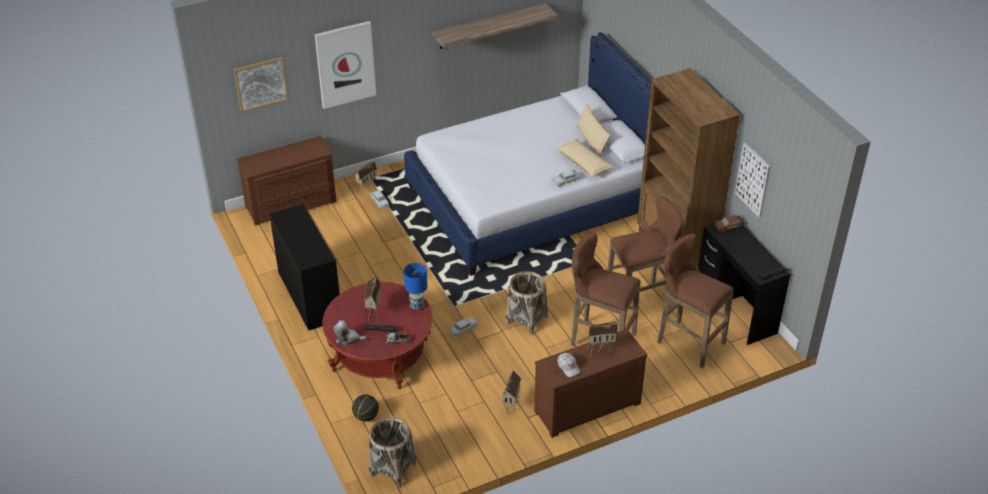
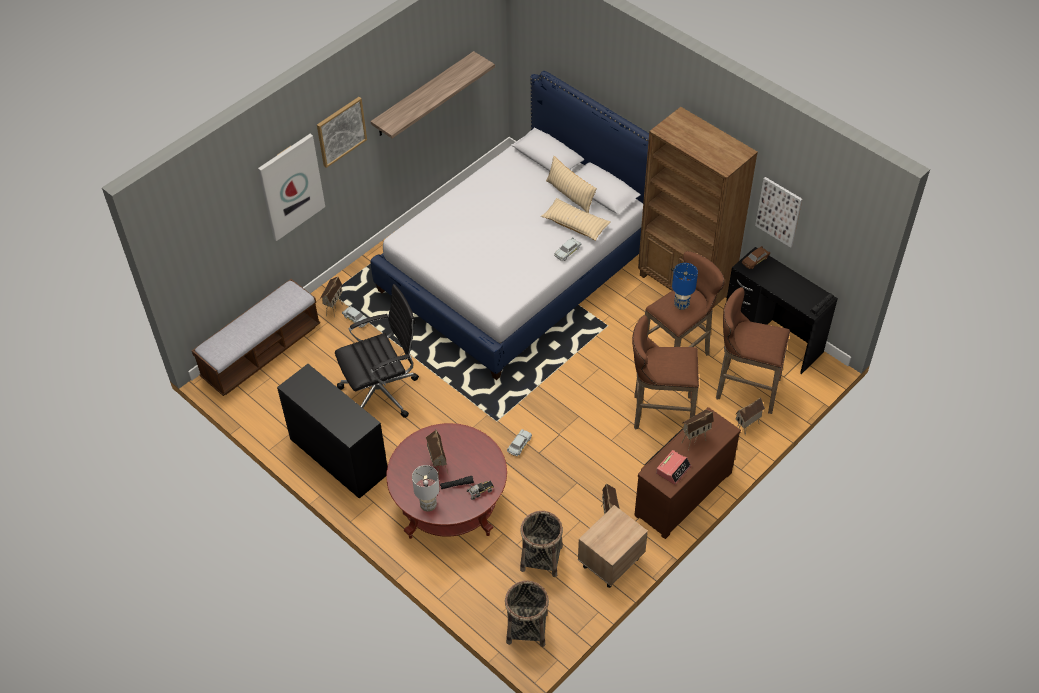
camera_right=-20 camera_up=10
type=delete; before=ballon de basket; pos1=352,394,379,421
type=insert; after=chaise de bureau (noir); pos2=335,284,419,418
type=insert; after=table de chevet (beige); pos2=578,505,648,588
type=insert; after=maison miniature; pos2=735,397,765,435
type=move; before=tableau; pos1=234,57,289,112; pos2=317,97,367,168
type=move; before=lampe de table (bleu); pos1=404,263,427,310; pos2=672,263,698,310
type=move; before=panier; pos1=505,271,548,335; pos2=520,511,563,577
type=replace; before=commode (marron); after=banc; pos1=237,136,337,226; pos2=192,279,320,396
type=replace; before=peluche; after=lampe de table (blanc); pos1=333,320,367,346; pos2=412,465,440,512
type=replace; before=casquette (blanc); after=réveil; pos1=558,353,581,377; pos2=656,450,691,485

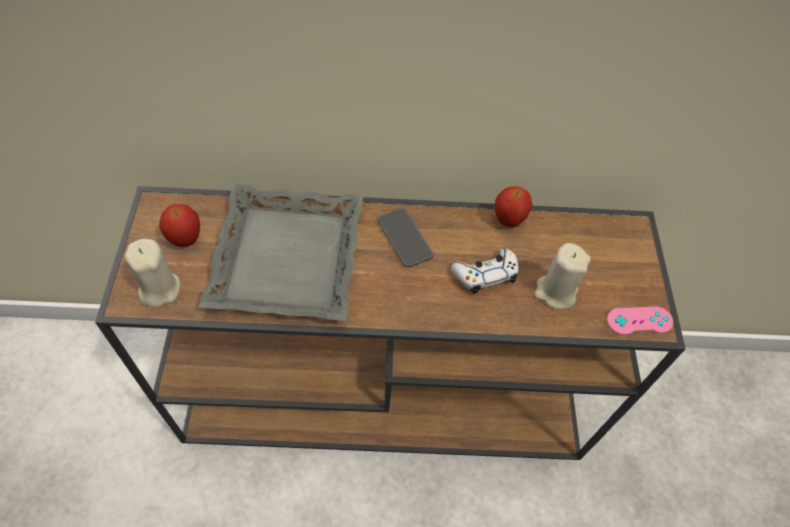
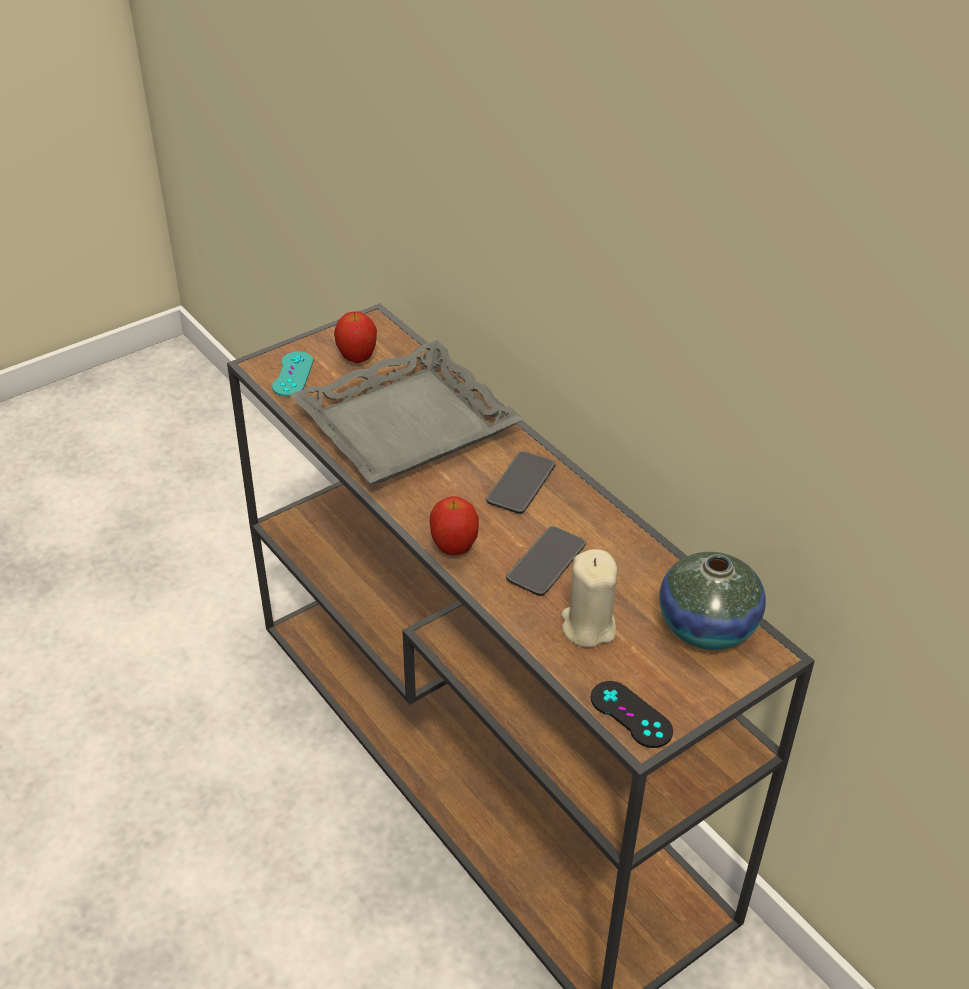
camera_right=55 camera_up=-15
type=insert; after=vase; pos2=659,552,766,650
type=move; before=pomme; pos1=495,186,532,227; pos2=430,496,479,556
type=replace; before=bougie (beige); after=manette (turquoise); pos1=125,239,180,307; pos2=272,351,313,397
type=replace; before=manette (blanc); after=téléphone; pos1=451,248,519,294; pos2=506,526,586,596
type=recolor; before=manette (rose); after=manette (noir); pos1=607,306,673,335; pos2=591,681,673,748

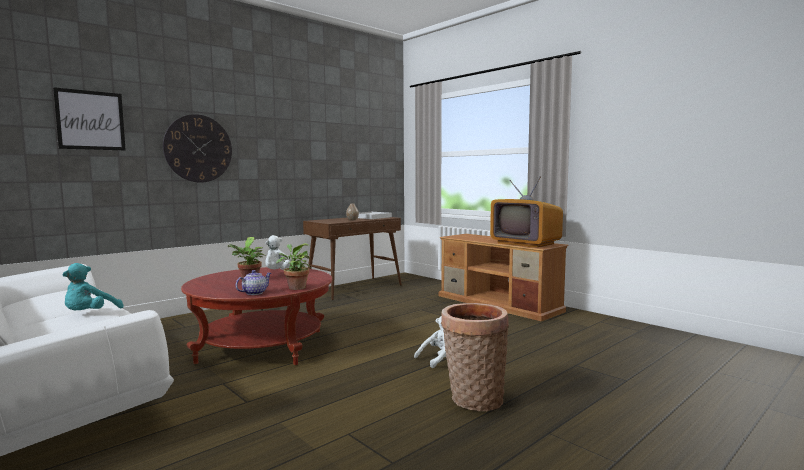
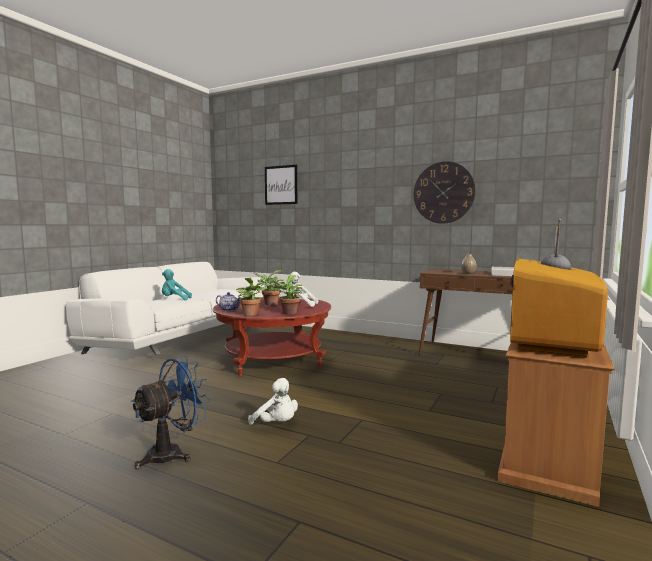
camera_right=70 camera_up=0
type=insert; after=plante en pot; pos2=271,275,303,315
type=move; before=horloge murale; pos1=163,114,232,183; pos2=414,161,476,224
type=replace; before=panier; after=ventilateur (bleu); pos1=441,303,509,411; pos2=131,356,210,469

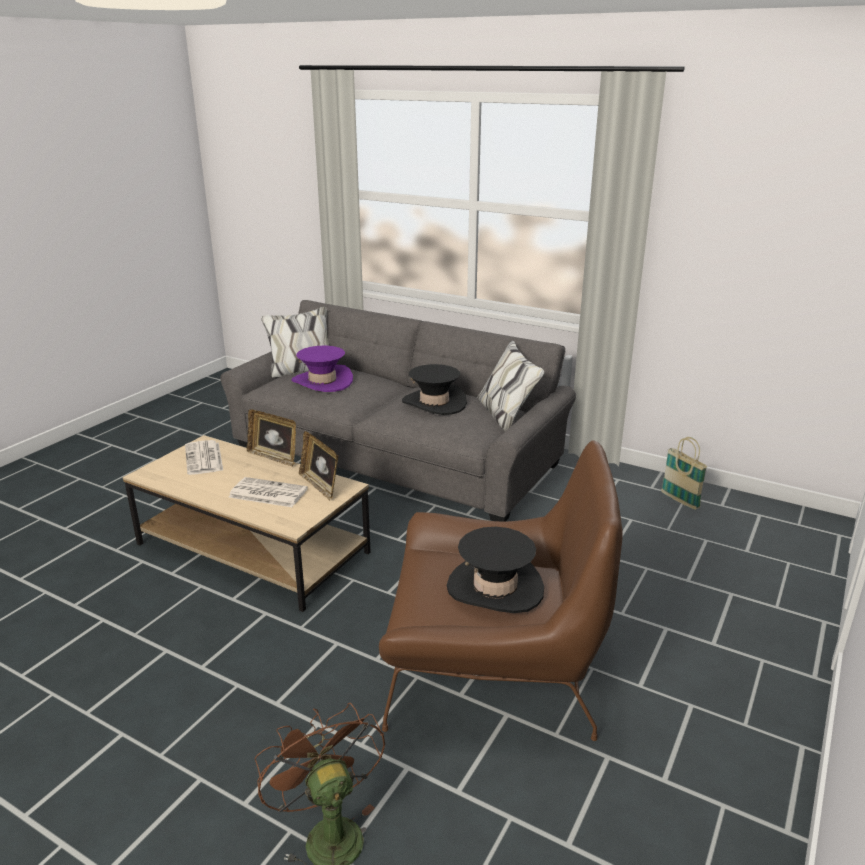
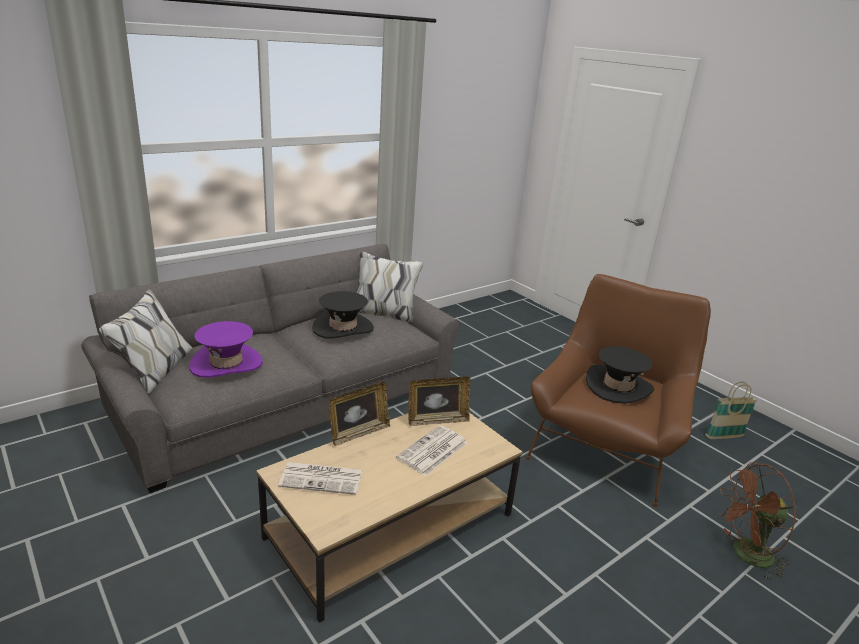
camera_right=-70 camera_up=0
type=move; before=panier; pos1=661,437,708,510; pos2=706,382,757,440

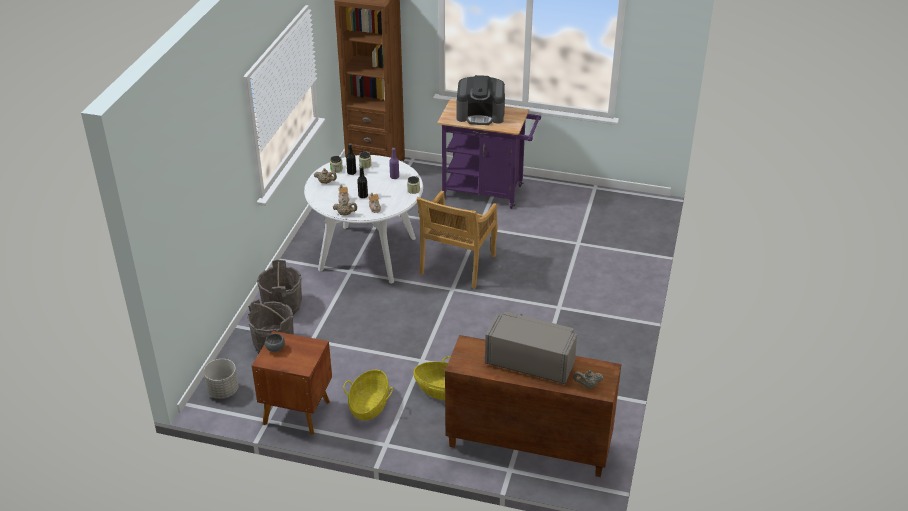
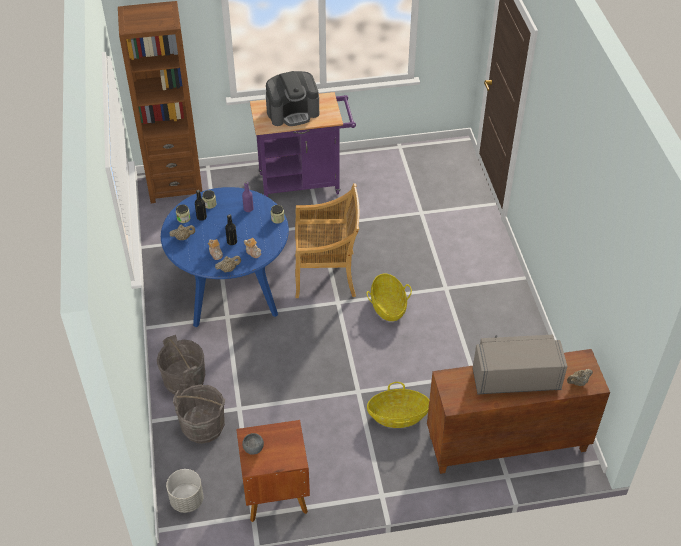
camera_right=-25 camera_up=10
type=move; before=panier; pos1=343,370,393,420; pos2=367,273,412,321
type=recolor; before=table à manger (blanc); after=table à manger (bleu); pos1=304,155,423,284; pos2=161,187,289,327
type=rotate; before=chaise (beige); pos1=417,191,497,289; pos2=295,183,359,298; turn=-90

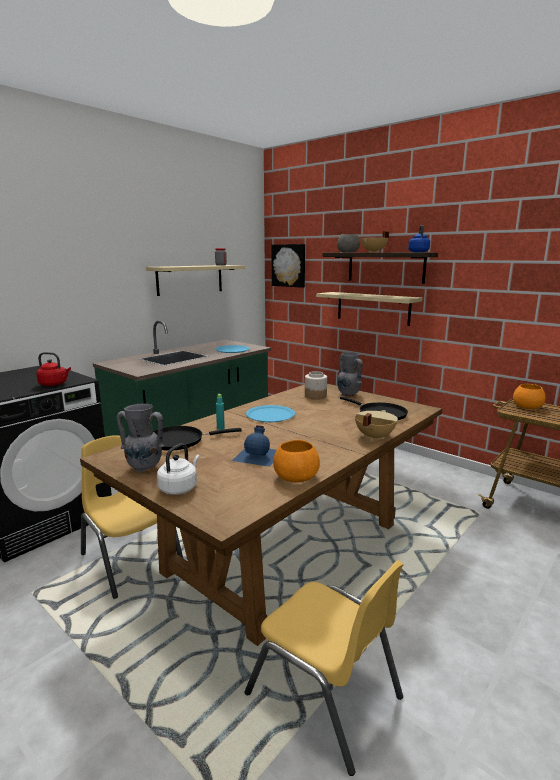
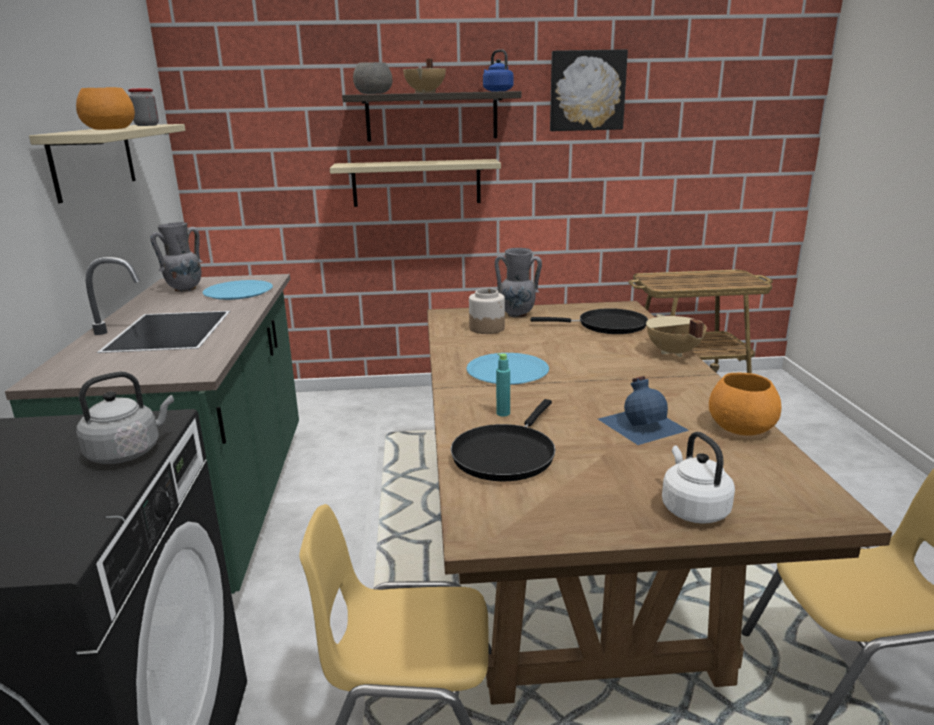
camera_right=-45 camera_up=5
type=move; before=vase (gris); pos1=117,403,165,472; pos2=151,222,203,292
type=move; before=tableau; pos1=272,244,305,288; pos2=550,49,628,131
type=move; before=bol (orange); pos1=513,384,546,409; pos2=76,87,135,130
type=recolor; before=bouilloire (rouge); after=bouilloire (gris); pos1=37,352,71,386; pos2=76,372,174,464

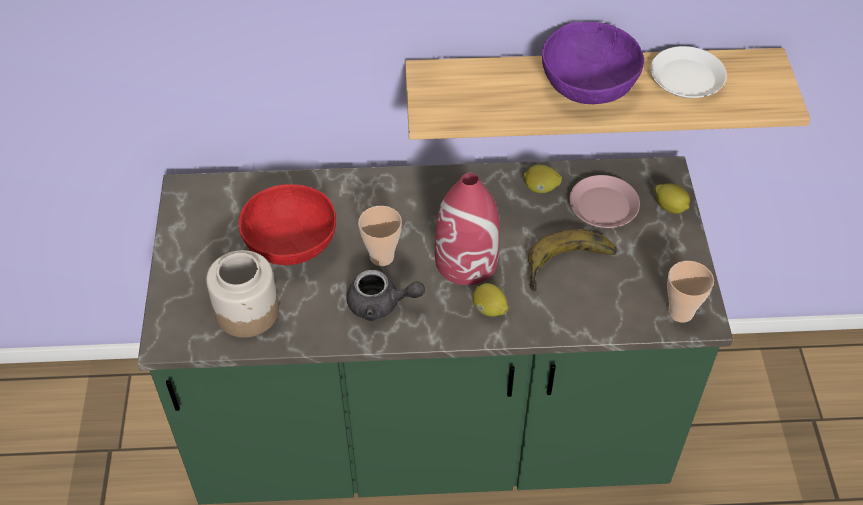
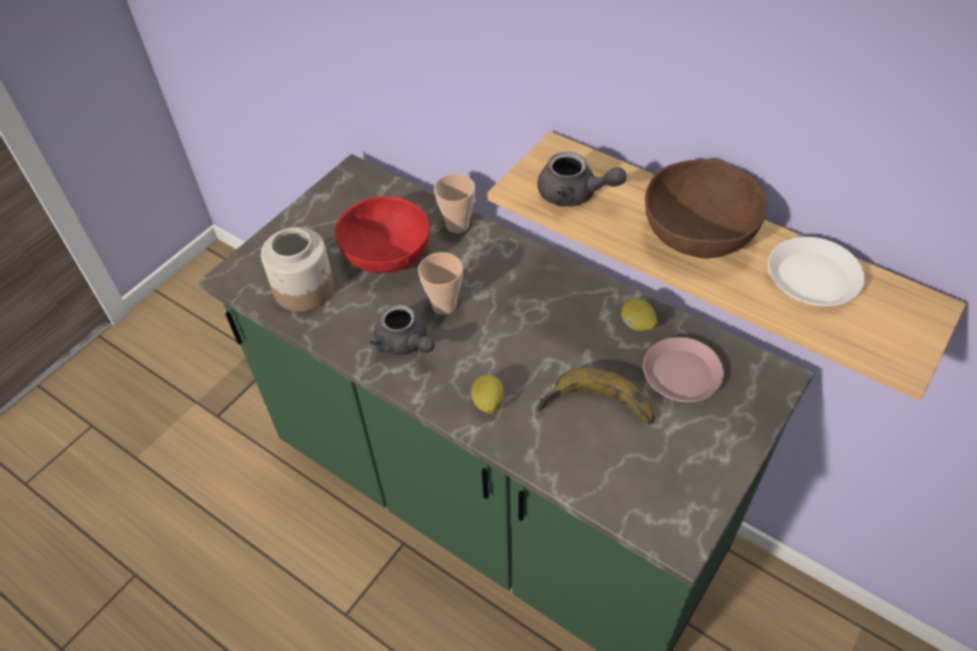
camera_right=40 camera_up=0
type=delete; before=vase (rouge); pos1=435,173,500,285
type=delete; before=citron; pos1=654,183,690,214
type=insert; after=théière (gris); pos2=537,151,627,207
type=move; before=tasse; pos1=667,261,714,323; pos2=434,174,475,233
type=recolor; before=bol (violet); after=bol (marron); pos1=542,22,644,104; pos2=645,159,767,258

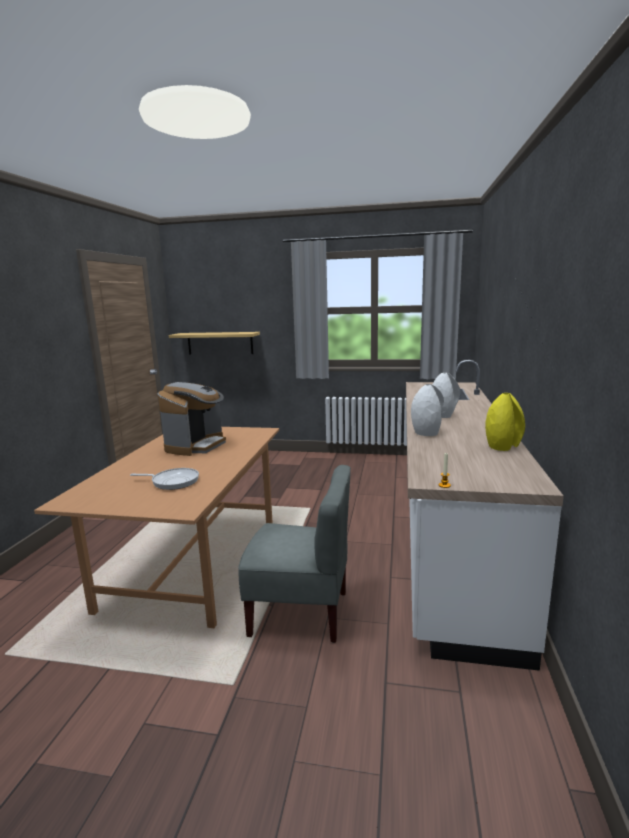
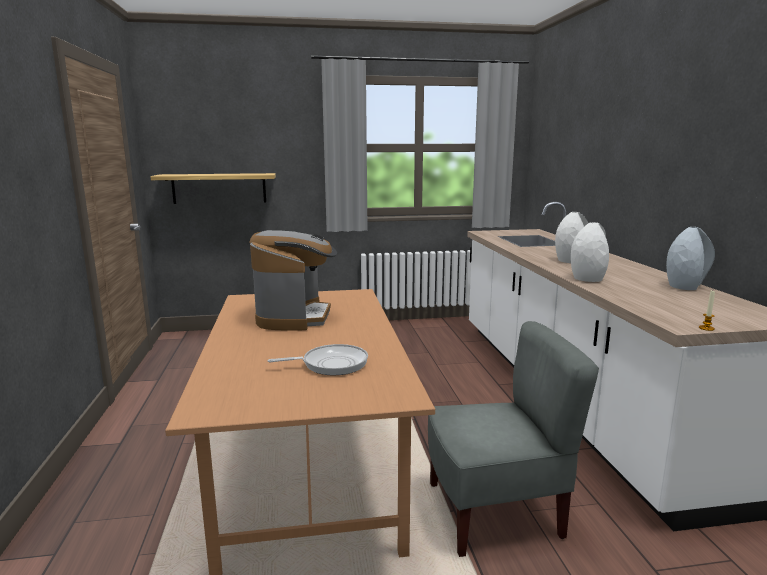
camera_right=-20 camera_up=0
type=recolor; before=vase (jaune); after=vase (gris); pos1=485,393,525,451; pos2=666,227,715,290

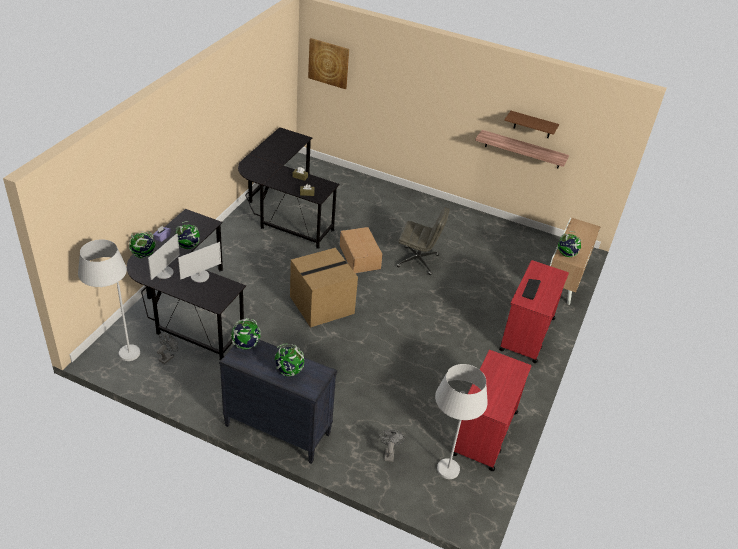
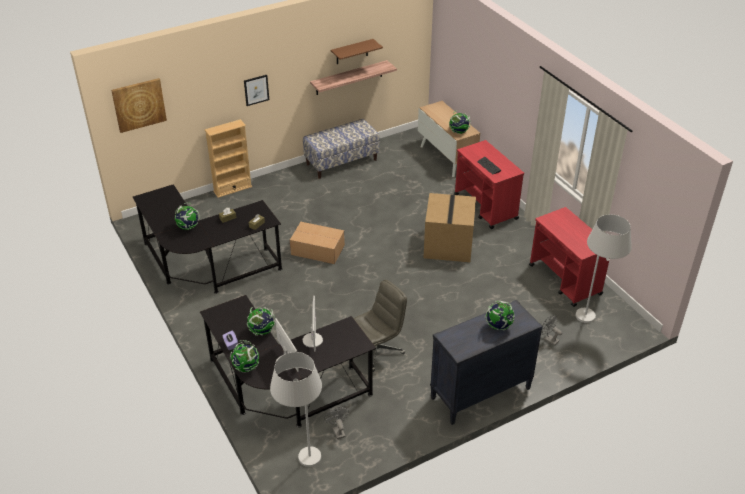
camera_right=-50 camera_up=0
type=insert; after=bibliothèque (beige); pos2=205,119,252,198
type=insert; after=tableau; pos2=244,75,269,106
type=insert; after=banc; pos2=303,119,379,179
type=move; before=globe; pos1=231,318,261,350; pos2=175,203,200,230
type=move; before=carton; pos1=290,248,358,328; pos2=423,193,476,262
type=move; before=chaise de bureau (gris); pos1=397,207,449,275; pos2=353,280,407,372

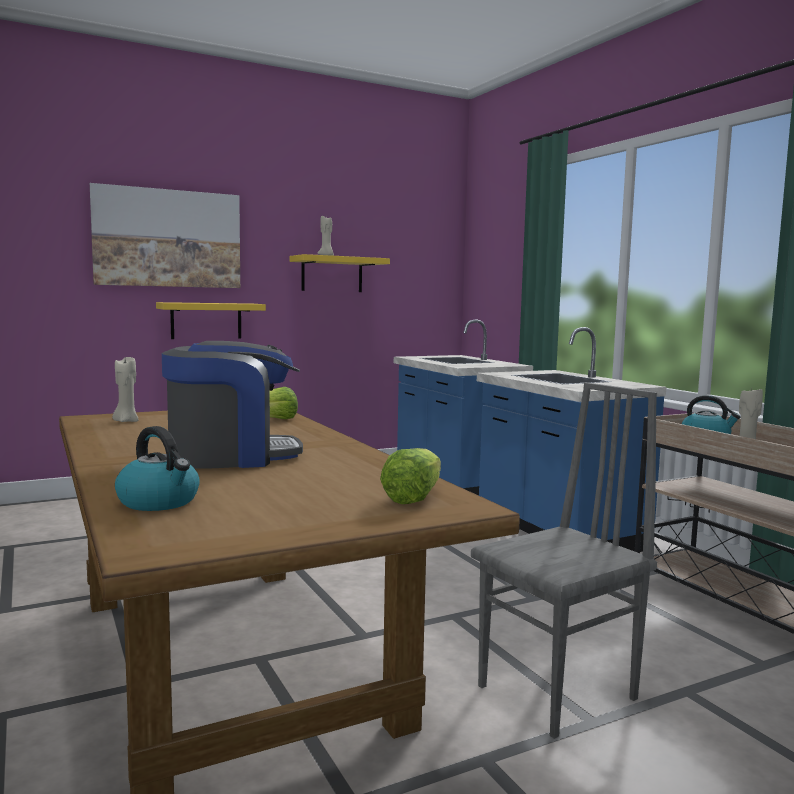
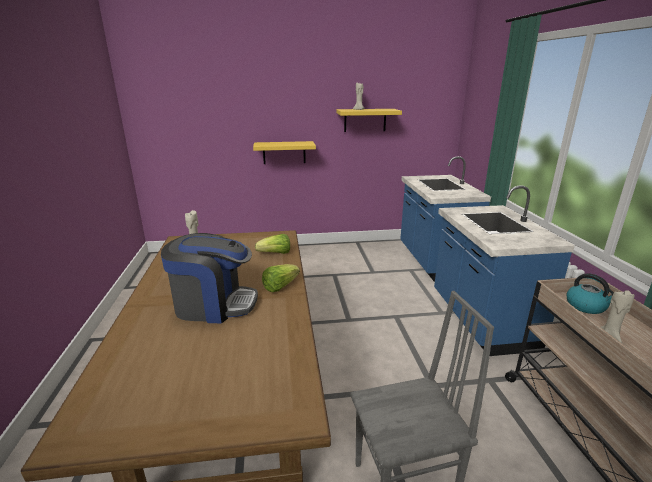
camera_right=20 camera_up=15
type=delete; before=tableau; pos1=90,183,240,288
type=delete; before=bouilloire; pos1=115,426,200,511
type=move; before=laitue; pos1=380,448,441,504; pos2=262,264,300,292

